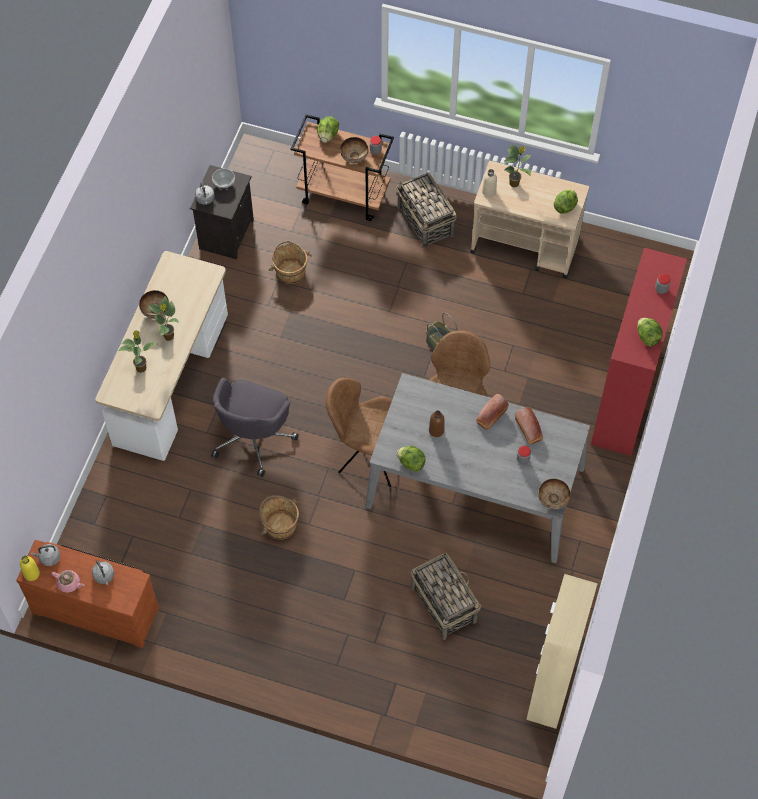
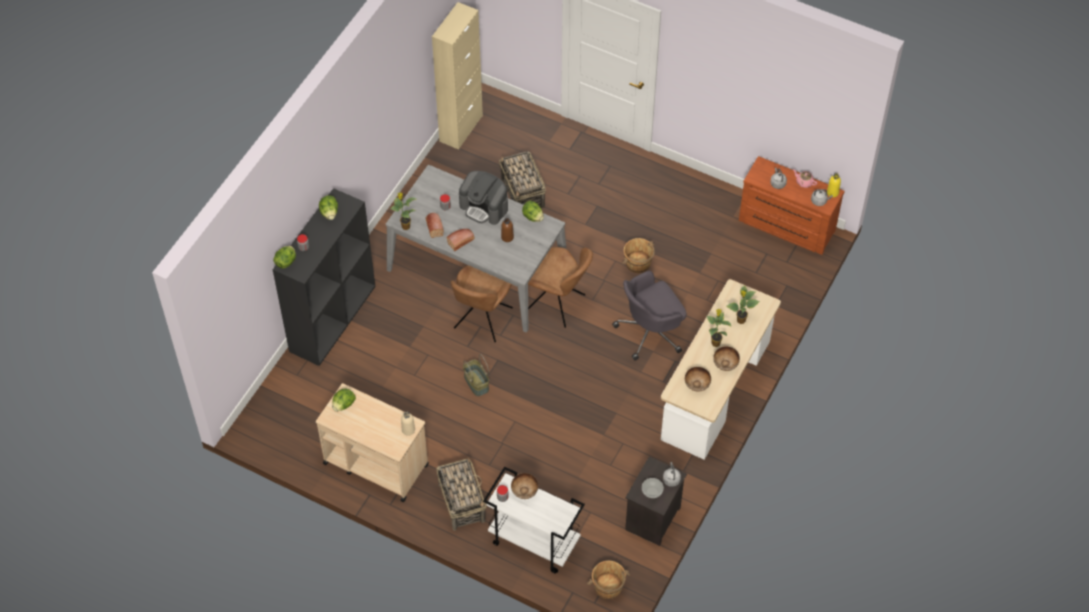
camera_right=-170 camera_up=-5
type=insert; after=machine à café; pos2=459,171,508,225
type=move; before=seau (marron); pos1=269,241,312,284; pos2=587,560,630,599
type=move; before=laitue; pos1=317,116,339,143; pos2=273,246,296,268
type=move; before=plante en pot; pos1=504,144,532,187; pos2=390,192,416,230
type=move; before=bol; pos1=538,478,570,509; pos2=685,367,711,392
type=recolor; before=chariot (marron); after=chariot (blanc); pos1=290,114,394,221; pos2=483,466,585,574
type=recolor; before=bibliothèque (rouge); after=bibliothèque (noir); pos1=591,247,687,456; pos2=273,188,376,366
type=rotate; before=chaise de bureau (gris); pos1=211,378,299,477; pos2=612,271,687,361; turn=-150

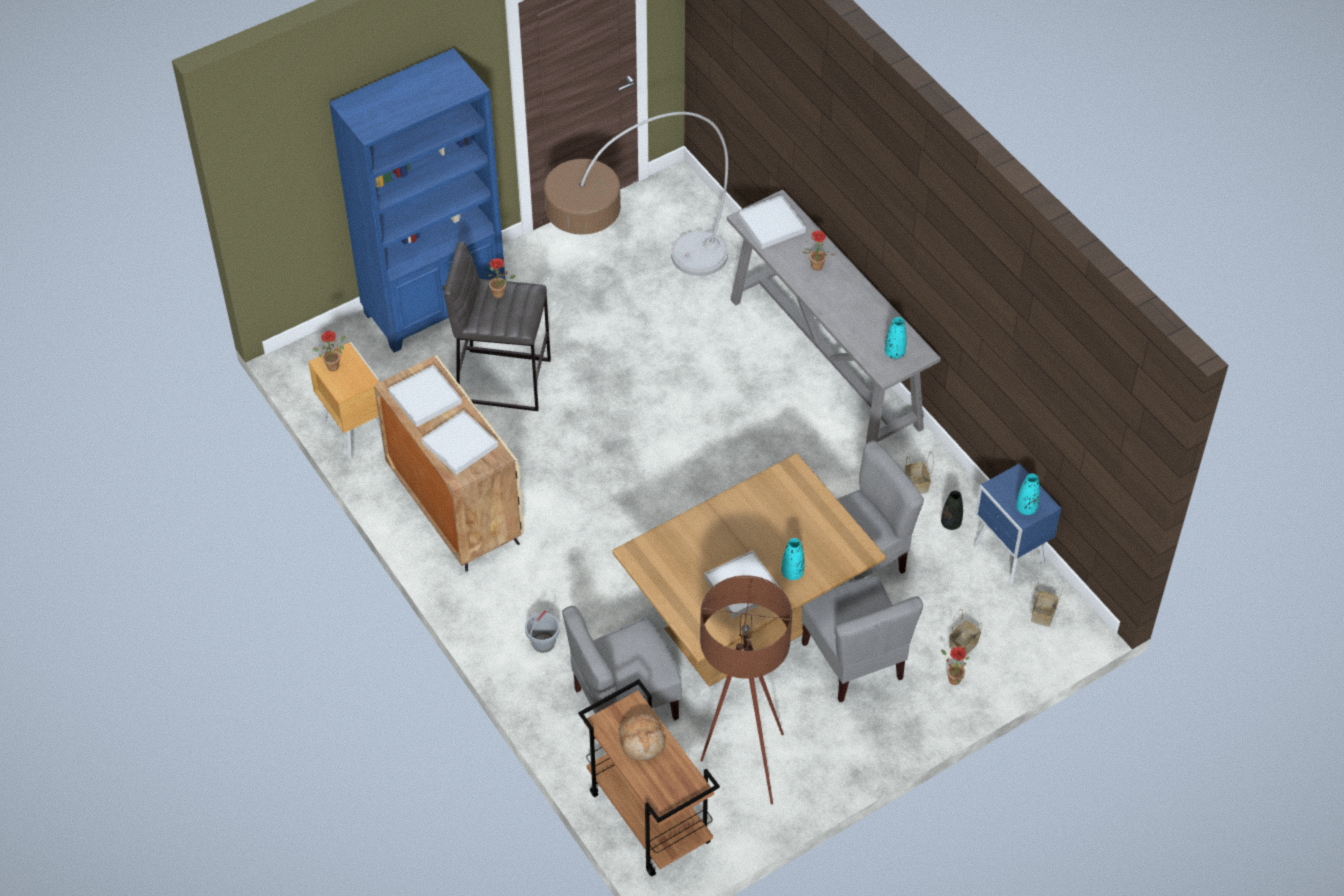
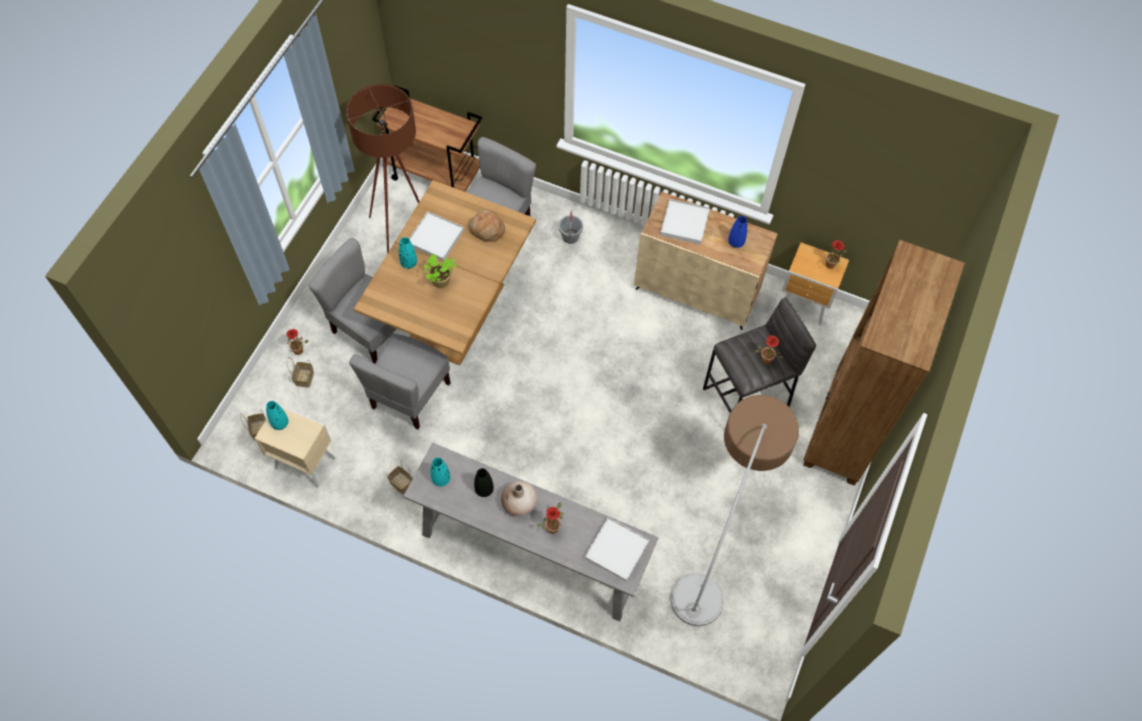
camera_right=145 camera_up=10
type=insert; after=plante en pot; pos2=424,254,457,288
type=insert; after=vase (beige); pos2=501,481,537,516
type=move; before=pain; pos1=619,713,666,761; pos2=469,209,505,241
type=move; before=vase (noir); pos1=941,490,963,530; pos2=474,468,494,497
type=replace; before=plateau (blanc); after=vase (bleu); pos1=388,365,462,427; pos2=728,216,747,248
type=recolor; before=bibliothèque (bleu); after=bibliothèque (marron); pos1=329,48,505,353; pos2=803,240,965,486
type=recolor; before=table de chevet (bleu); after=table de chevet (beige); pos1=974,463,1061,585; pos2=254,405,335,488

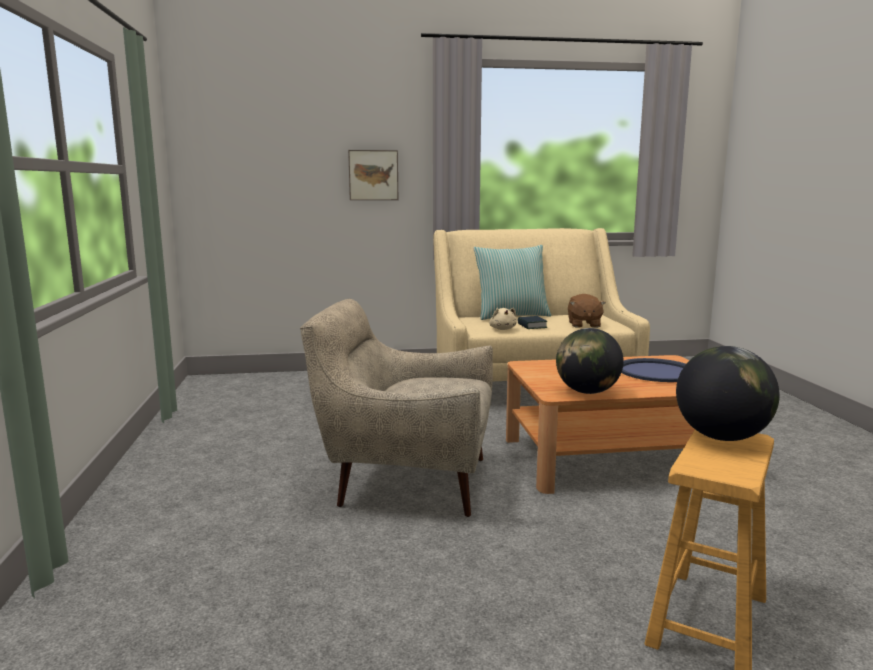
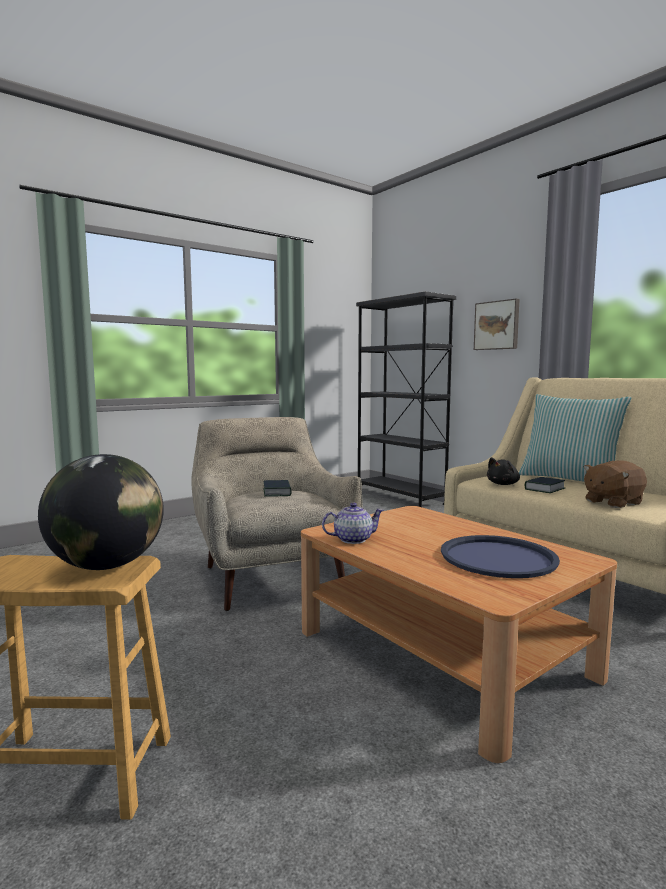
camera_right=60 camera_up=-5
type=insert; after=livre; pos2=264,480,292,497
type=insert; after=bibliothèque (noir); pos2=356,291,456,507
type=replace; before=globe; after=théière; pos1=556,328,624,394; pos2=322,503,384,544
type=recolor; before=peluche (beige); after=peluche (noir); pos1=489,308,517,330; pos2=487,457,520,485

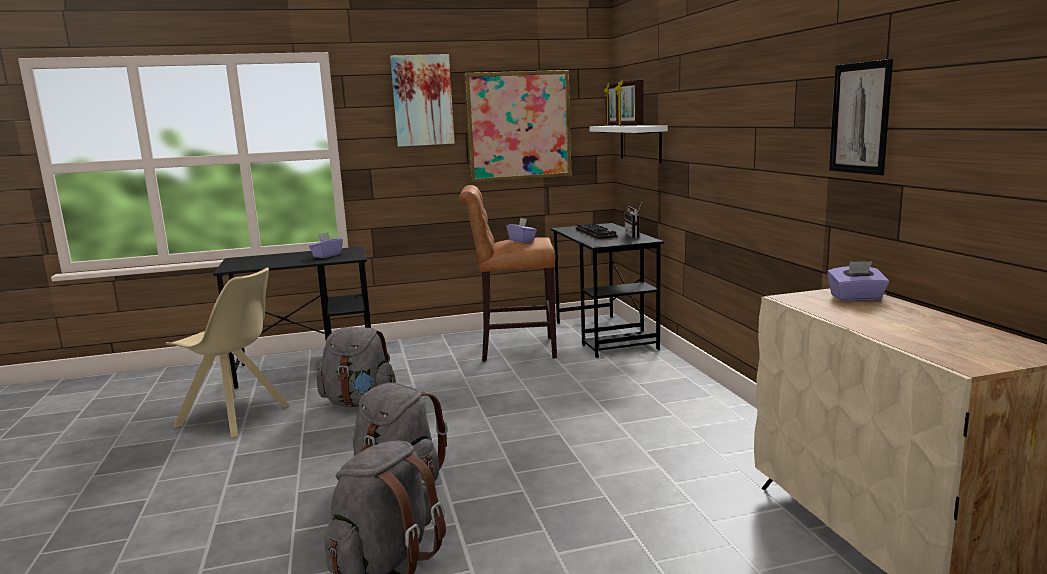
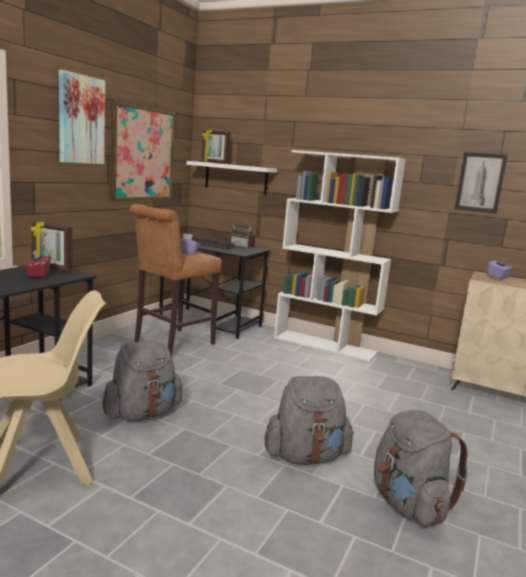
camera_right=-50 camera_up=0
type=insert; after=bibliothèque (blanc); pos2=274,150,406,362
type=move; before=cadre photo; pos1=615,80,644,126; pos2=31,221,73,272
type=recolor; before=boîte à mouchoirs (violet); after=boîte à mouchoirs (rouge); pos1=309,232,343,258; pos2=25,250,51,278

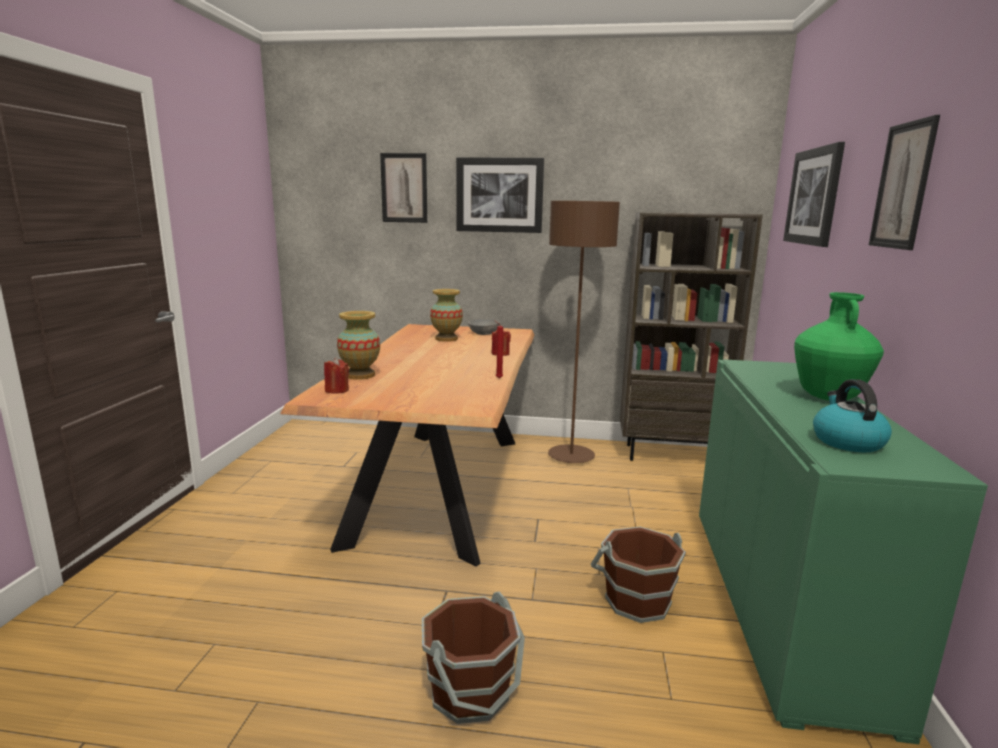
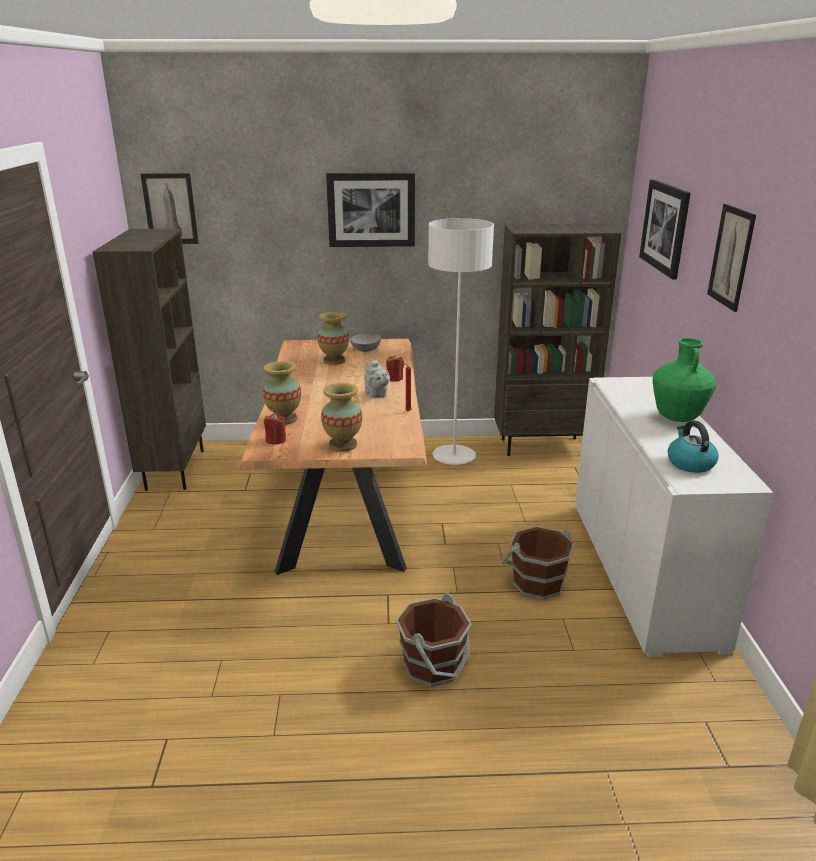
camera_right=-10 camera_up=10
type=insert; after=bibliothèque (marron); pos2=93,229,206,491
type=insert; after=vase; pos2=321,383,362,452
type=insert; after=théière (gris); pos2=364,359,390,397
type=move; before=tableau; pos1=380,153,427,223; pos2=140,173,199,244
type=recolor; before=lampadaire (marron); after=lampadaire (blanc); pos1=548,201,620,463; pos2=428,218,494,465
type=recolor; before=meuble de rangement (vert); after=meuble de rangement (blanc); pos1=699,359,988,744; pos2=575,377,774,657

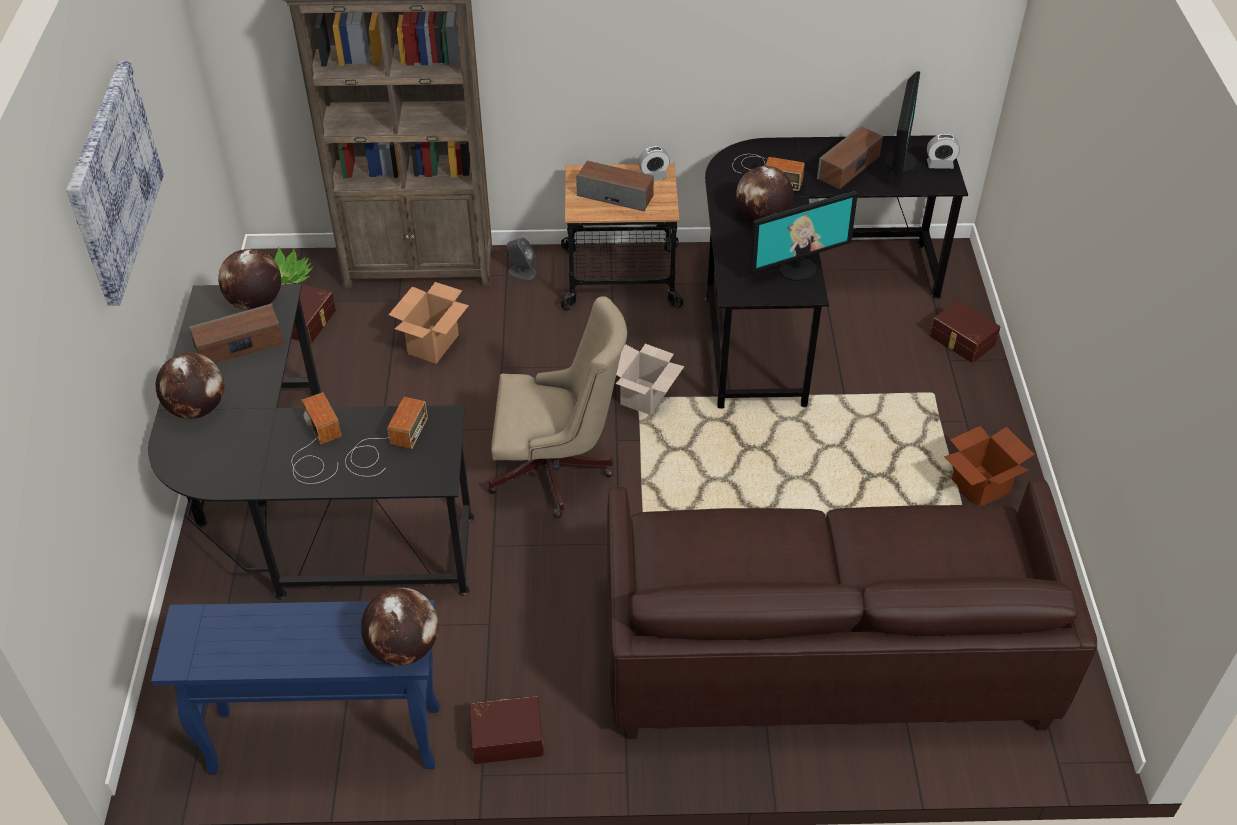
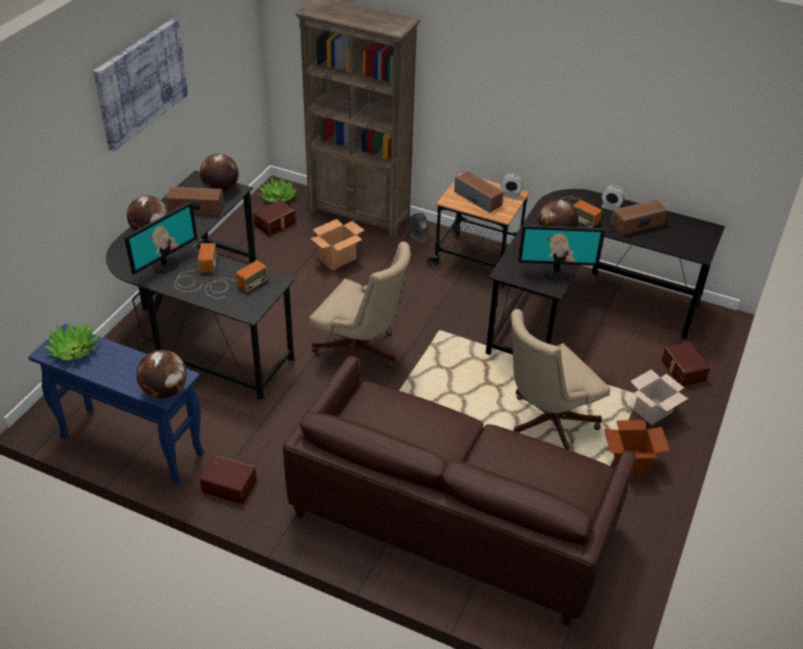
camera_right=25 camera_up=-5
type=insert; after=plante en pot; pos2=43,322,100,360
type=insert; after=chaise de bureau (beige); pos2=511,309,610,450
type=move; before=carton; pos1=616,344,684,415; pos2=630,369,688,425
type=move; before=écran d'ordinateur; pos1=884,71,920,179; pos2=124,202,197,275
type=move; before=réveil; pos1=927,134,960,169; pos2=601,186,625,211

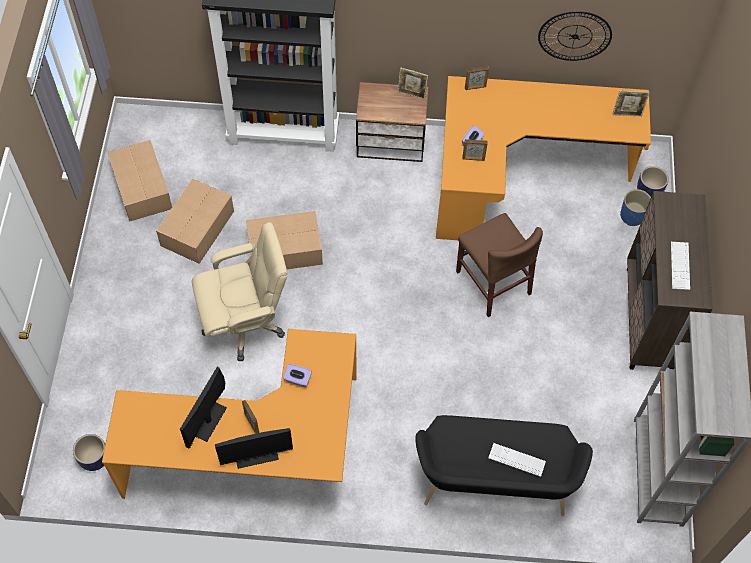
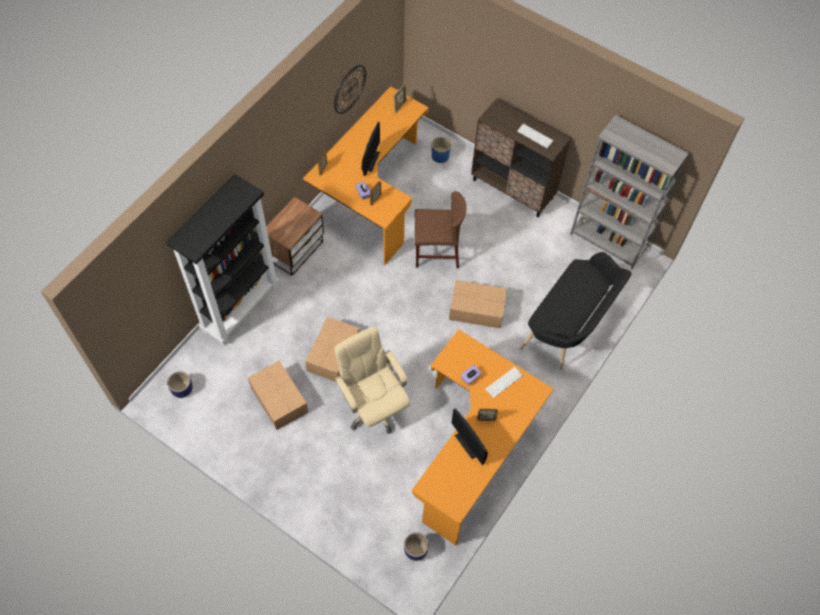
camera_right=-60 camera_up=0
type=delete; before=cadre photo; pos1=398,67,428,99
type=move; before=carton; pos1=107,140,172,221; pos2=449,280,507,328
type=move; before=écran d'ordinateur; pos1=215,428,293,469; pos2=361,122,380,176
type=move; before=clavier; pos1=488,443,546,477; pos2=485,367,523,398
type=move; before=cache-pot; pos1=637,166,669,196; pos2=167,371,193,398
type=rotate; before=chaise de bureau (beige); pos1=192,222,287,361; pos2=334,326,410,434; turn=-45

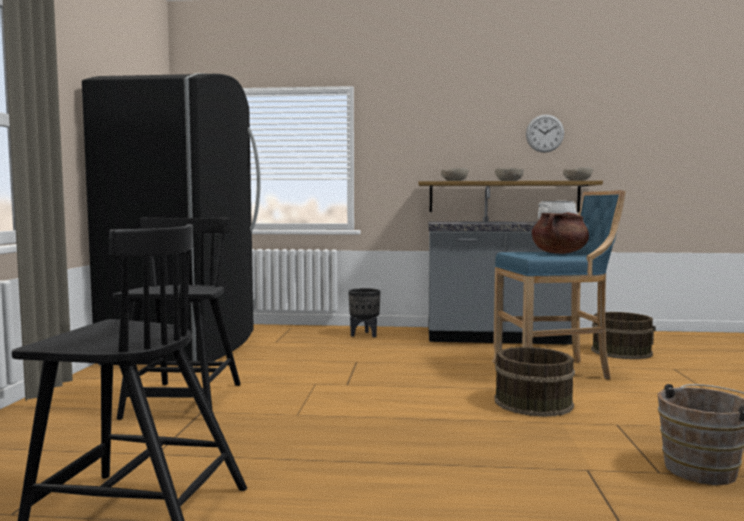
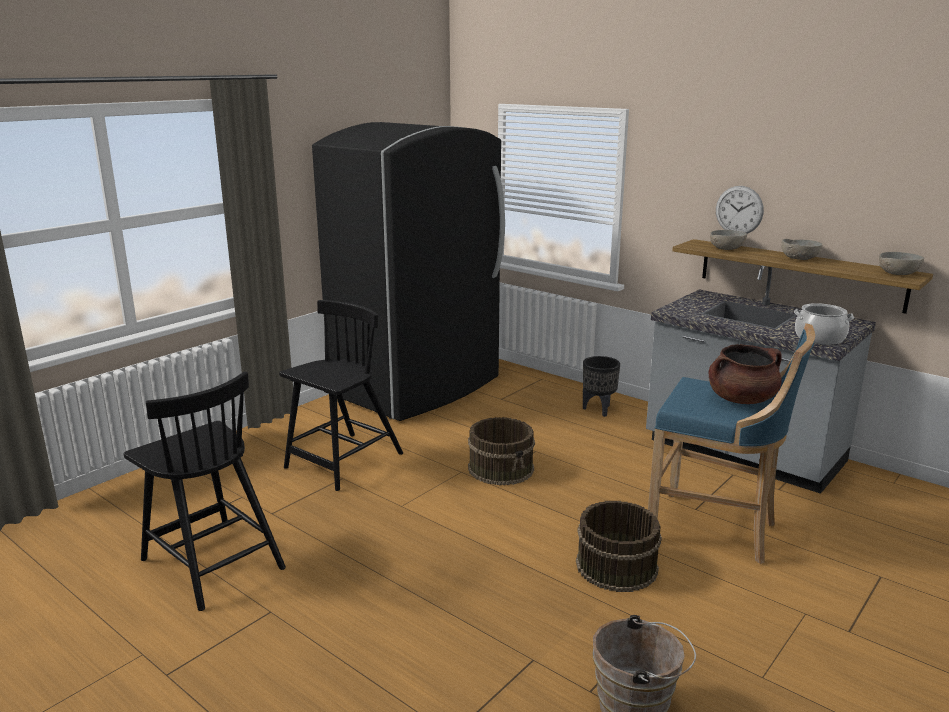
camera_right=35 camera_up=15
type=move; before=horloge murale; pos1=526,114,564,153; pos2=716,186,764,234
type=move; before=seau (marron); pos1=591,312,656,359; pos2=468,417,535,485

